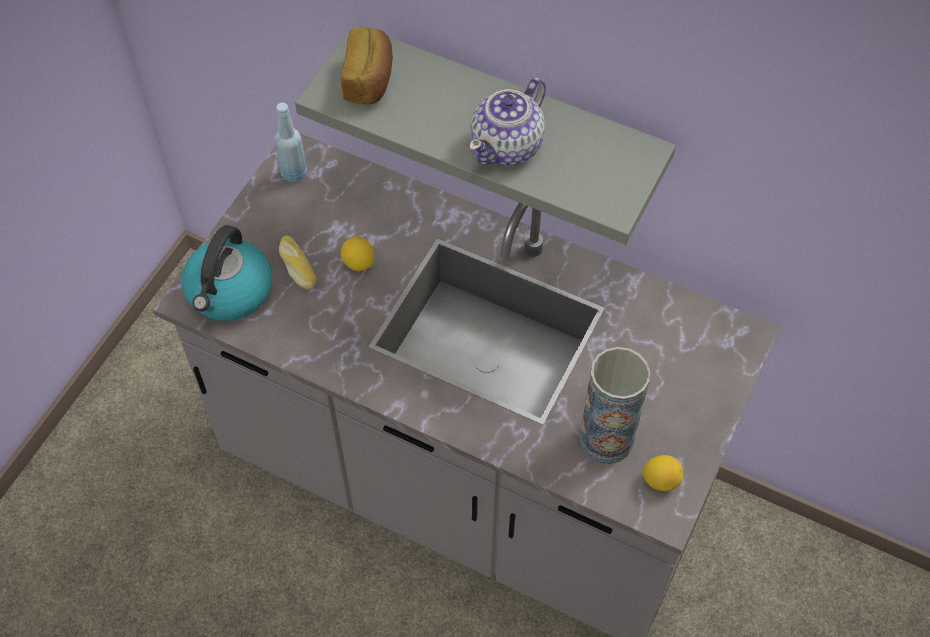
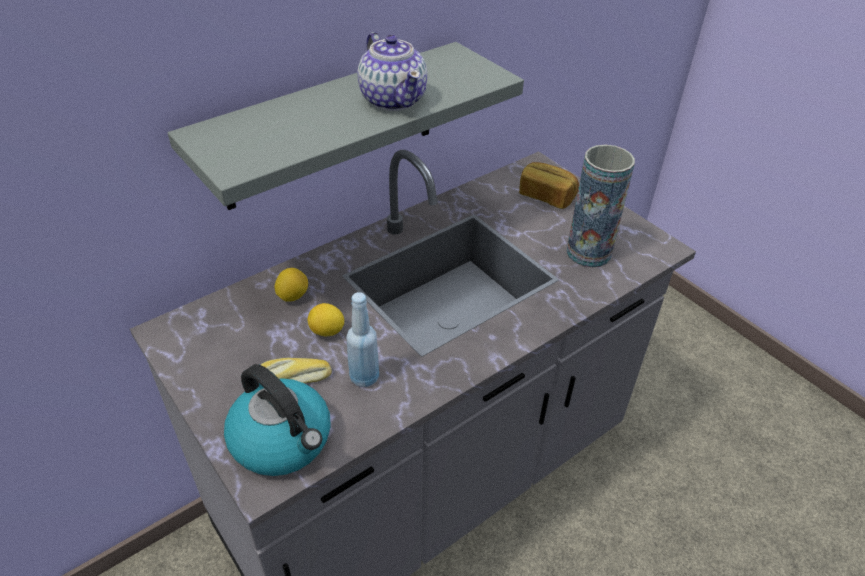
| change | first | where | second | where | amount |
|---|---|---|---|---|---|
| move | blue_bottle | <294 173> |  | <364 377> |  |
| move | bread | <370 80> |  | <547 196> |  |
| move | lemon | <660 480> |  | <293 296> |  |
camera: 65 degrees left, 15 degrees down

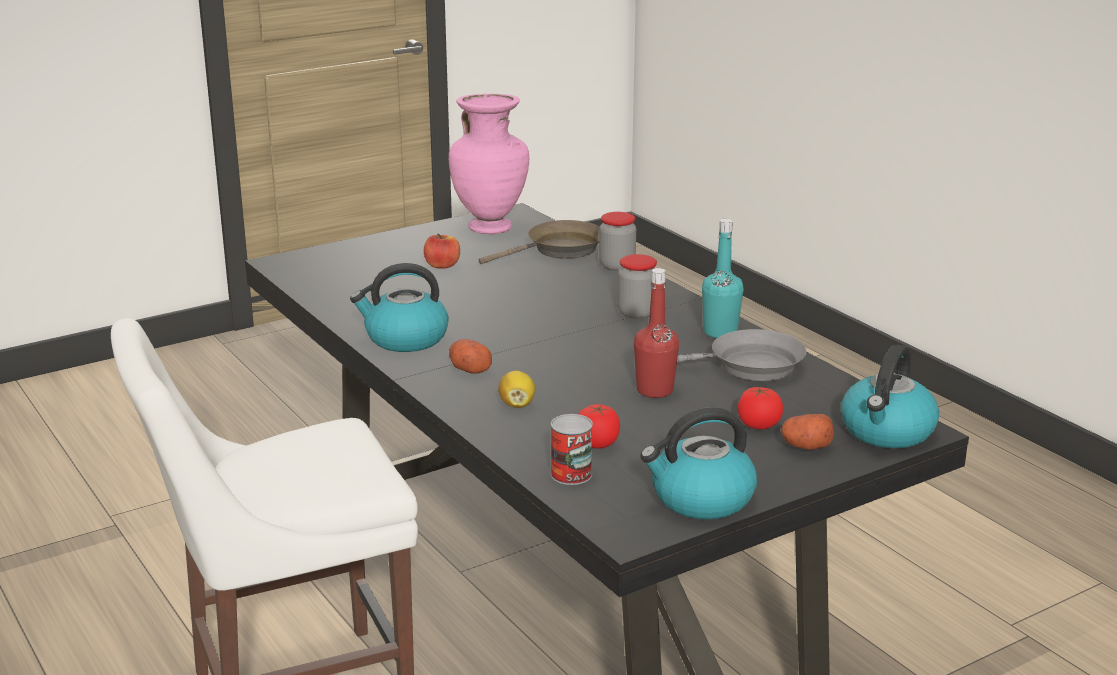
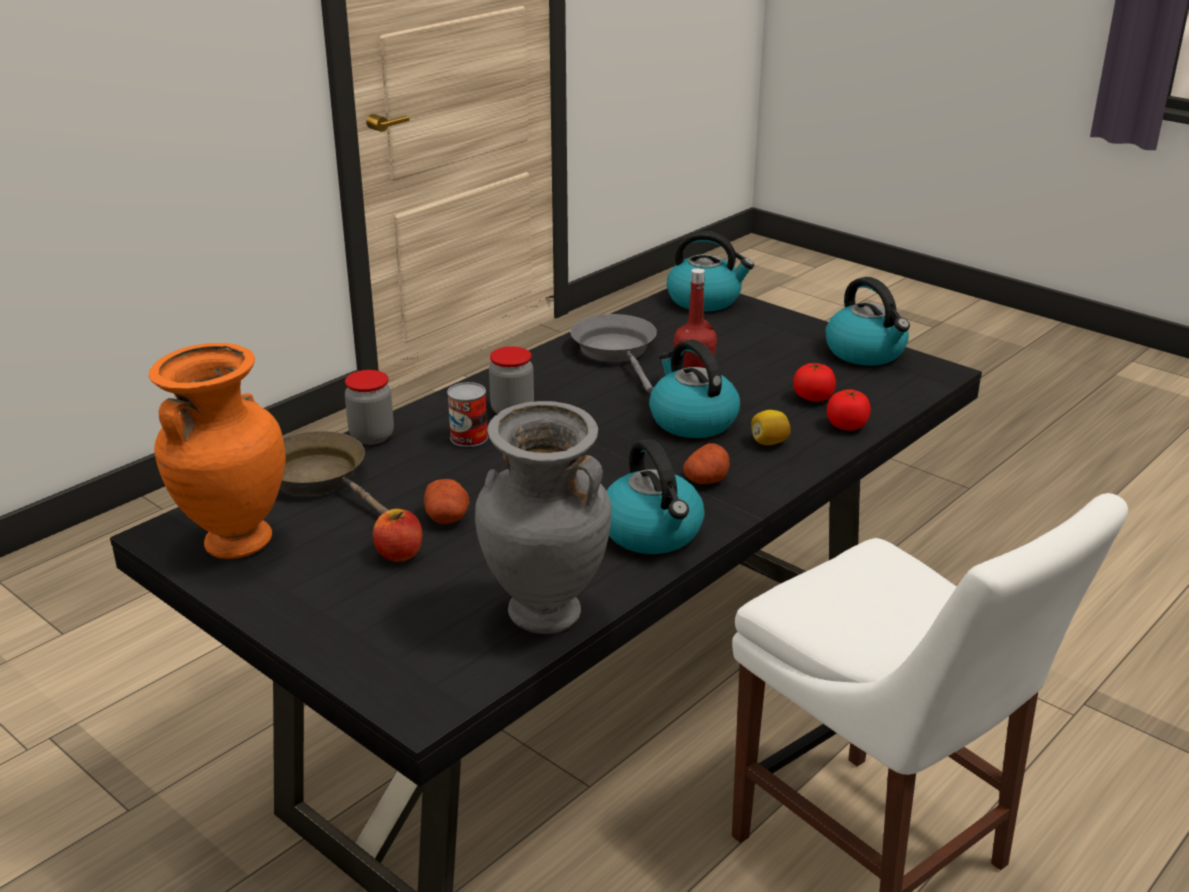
| change | first | where | second | where | amount |
|---|---|---|---|---|---|
| delete | turquoise_bottle | <720 332> |  |  |  |
| insert |  |  | grey_vase | <544 616> |  |
| insert |  |  | kettle | <692 420> |  |
| move | can | <571 474> |  | <469 437> |  |
| move | tomato | <759 424> |  | <847 426> |  |
| move | potato | <806 446> |  | <447 517> |  |
| recolor | pink_vase | <491 228> | orange_vase | <235 542> |  |
camera: 105 degrees left, 5 degrees up

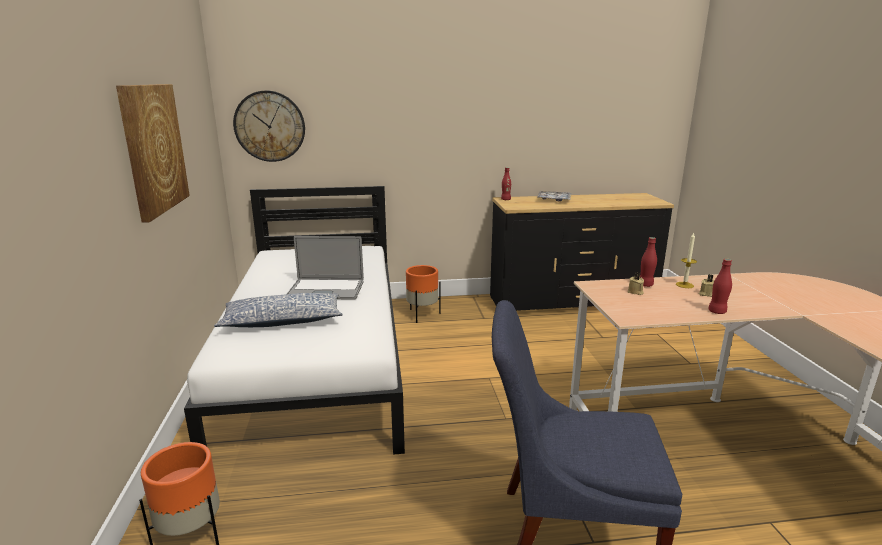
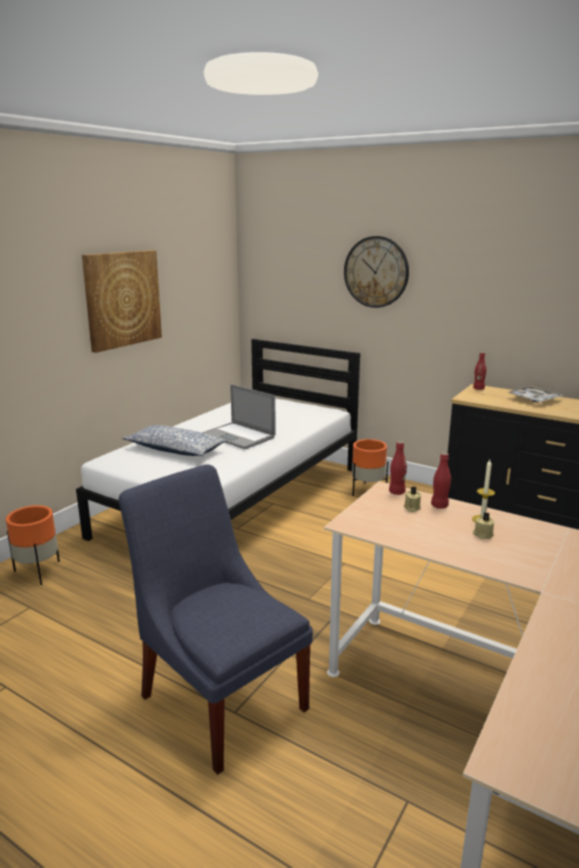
| change | first | where | second | where | amount |
|---|---|---|---|---|---|
| move | wall_clock | <270 126> |  | <376 272> |  |
| move | red_bottle | <717 312> |  | <397 492> |  |
camera: 40 degrees right, 0 degrees up

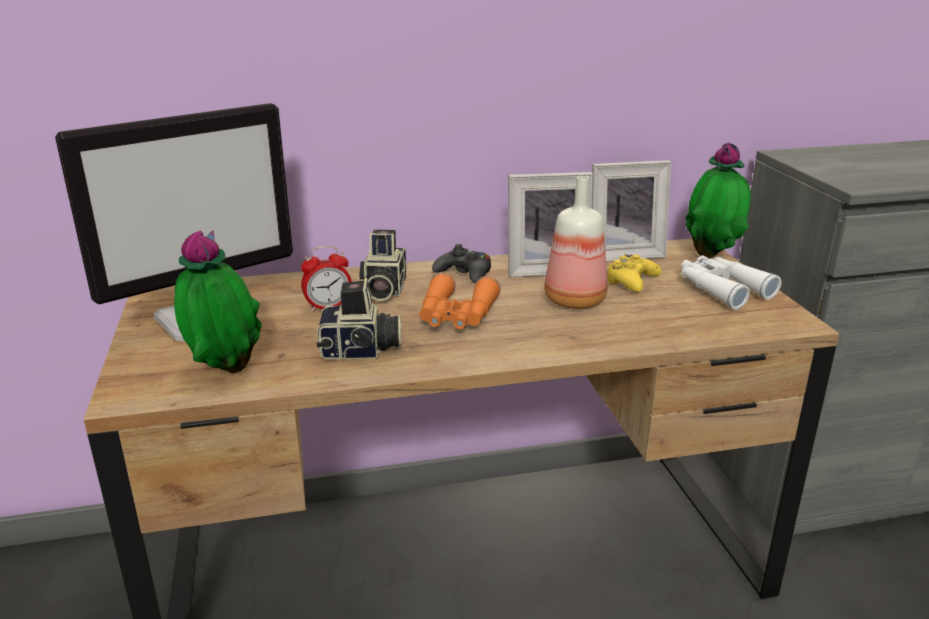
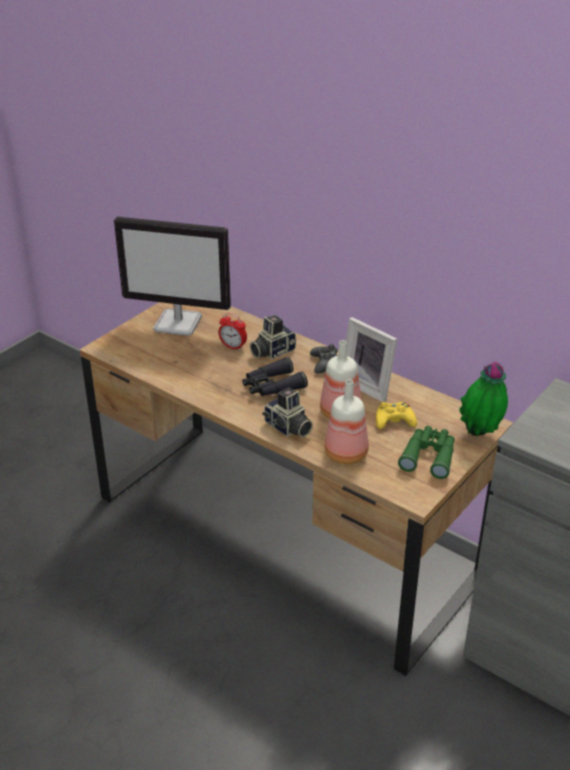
| change | first | where | second | where | amount |
|---|---|---|---|---|---|
| delete | potted_plant | <224 373> |  |  |  |
| delete | picture_frame | <623 254> |  |  |  |
| insert |  |  | bottle | <345 453> |  |
| move | photo_camera | <361 351> |  | <288 428> |  |
| recolor | orange_binoculars | <456 316> | black_binoculars | <272 386> |  |
| recolor | white_binoculars | <721 289> | green_binoculars | <429 456> |  |
camera: 50 degrees right, 10 degrees up

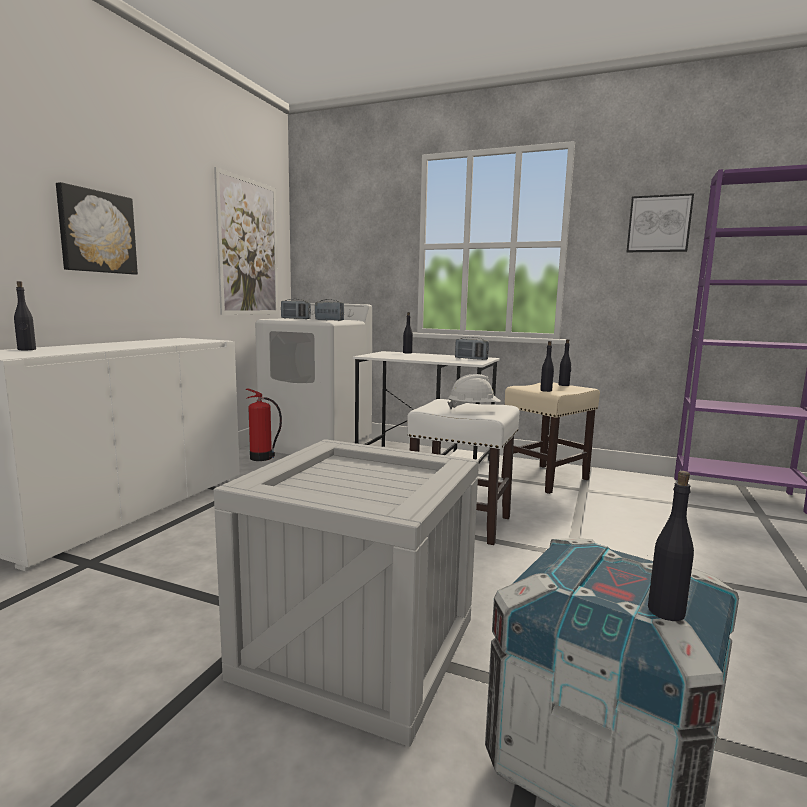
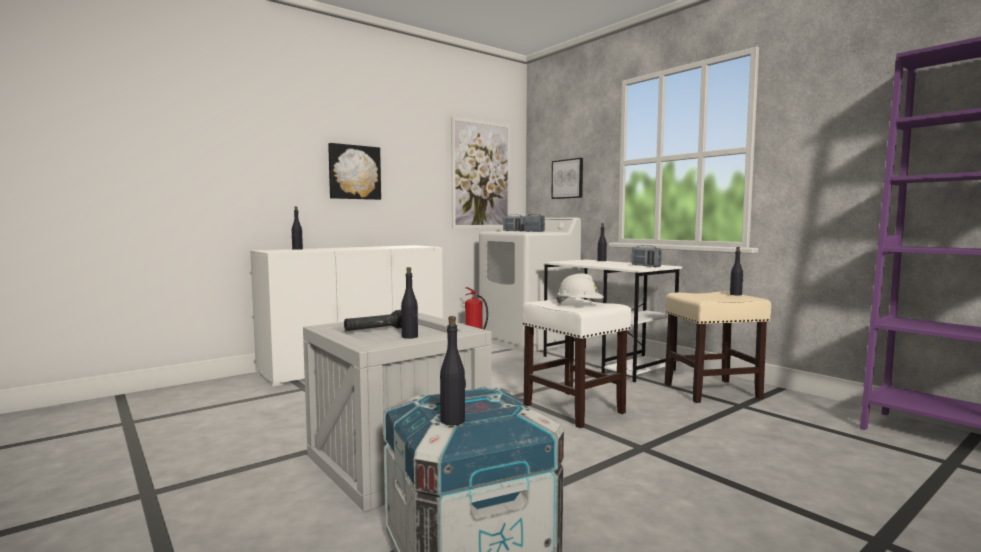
| change | first | where | second | where | amount |
|---|---|---|---|---|---|
| insert |  |  | black_flashlight | <376 330> |  |
| move | black_bottle | <546 390> |  | <410 337> |  |
| move | picture | <658 224> |  | <568 179> |  |
camera: 30 degrees right, 5 degrees down

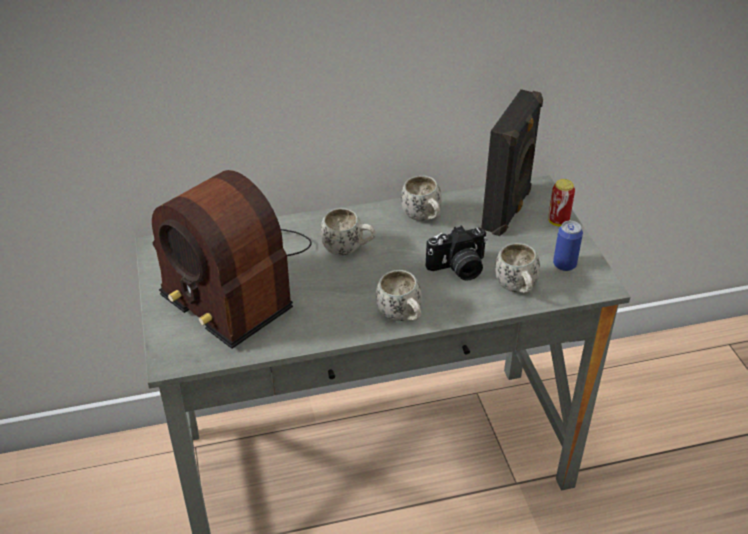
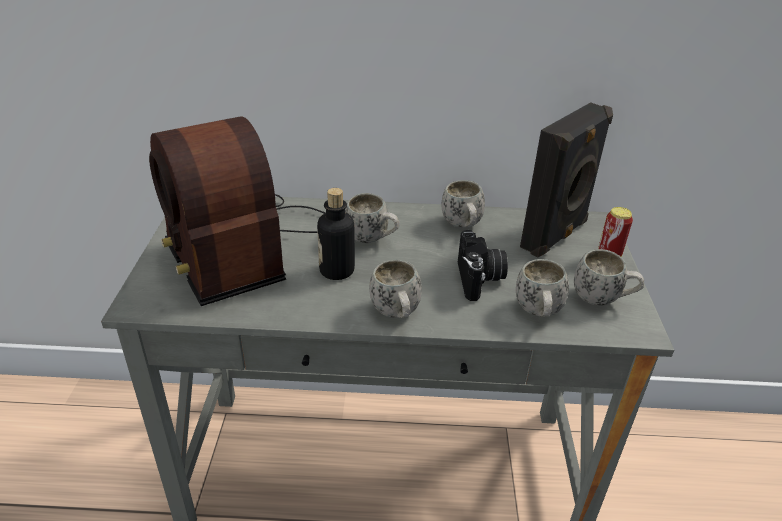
| change | first | where | second | where | amount |
|---|---|---|---|---|---|
| insert |  |  | bottle | <337 270> |  |
| replace | can | <564 265> | white_mug | <602 299> |  |
| rotate | photo_camera | <458 268> |  | <480 279> | 90 degrees counterclockwise |
camera: 15 degrees right, 5 degrees down

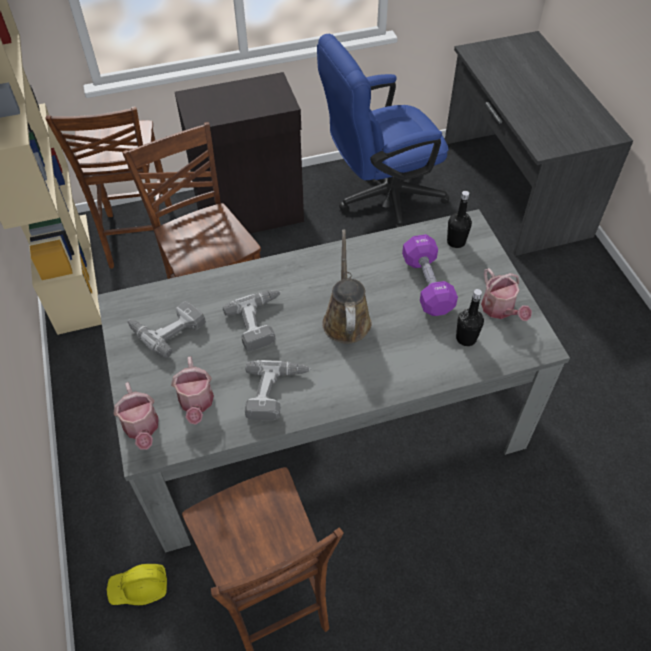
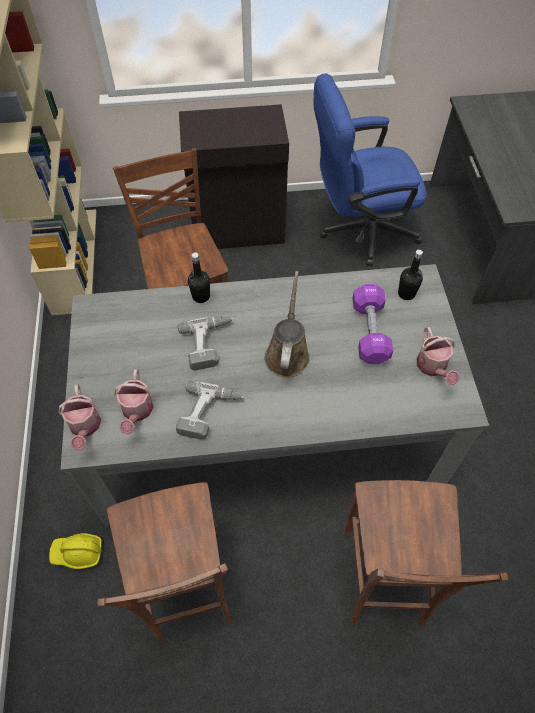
| change | first | where | second | where | amount |
|---|---|---|---|---|---|
| delete | power_drill | <167 328> |  |  |  |
| move | brown_chair | <139 239> |  | <383 578> |  |
| move | black_bottle | <466 338> |  | <201 296> |  |
camera: 10 degrees right, 5 degrees up

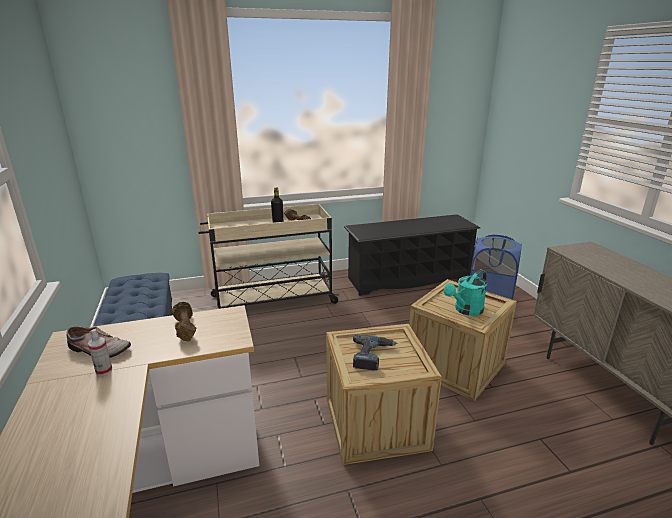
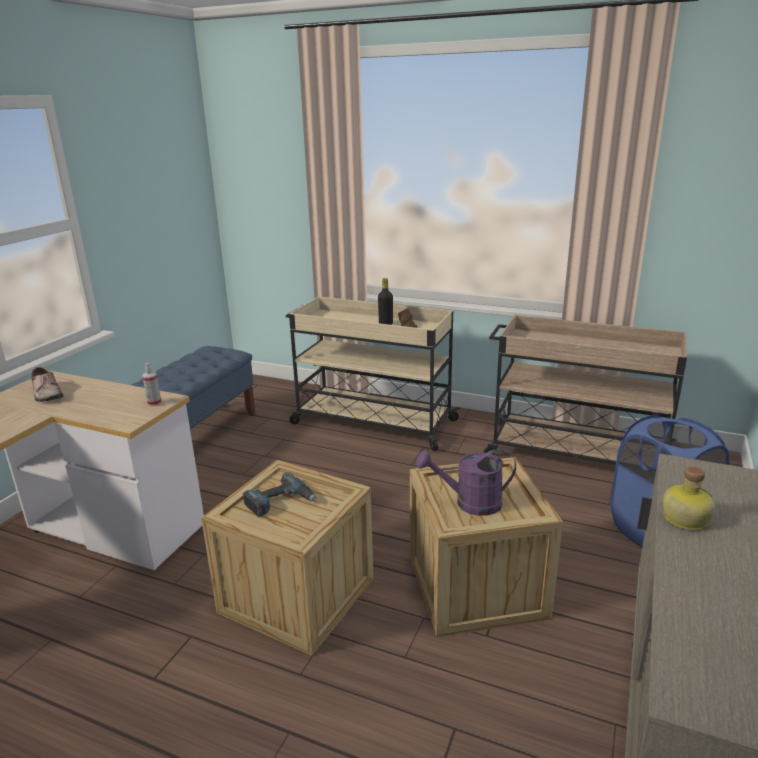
| change | first | where | second | where | amount |
|---|---|---|---|---|---|
| delete | brown_dumbbell | <184 328> |  |  |  |
| insert |  |  | bottle | <683 518> |  |
| move | spray_bottle | <104 370> |  | <154 403> |  |
| replace | black_shoe_rack | <408 279> | beige_cart | <575 454> |  |
| recolor | turquoise_watering_can | <465 310> | purple_watering_can | <469 503> |  |
camera: 40 degrees right, 0 degrees up

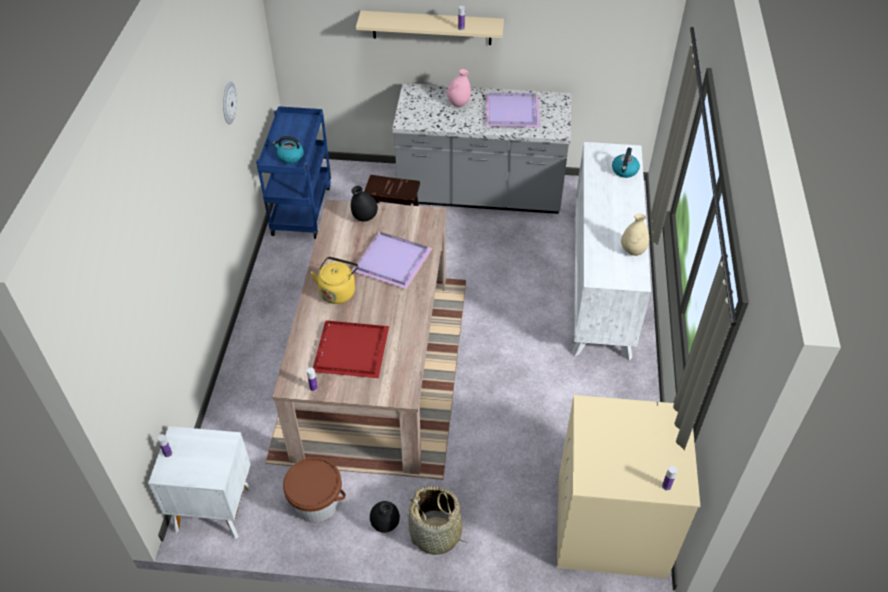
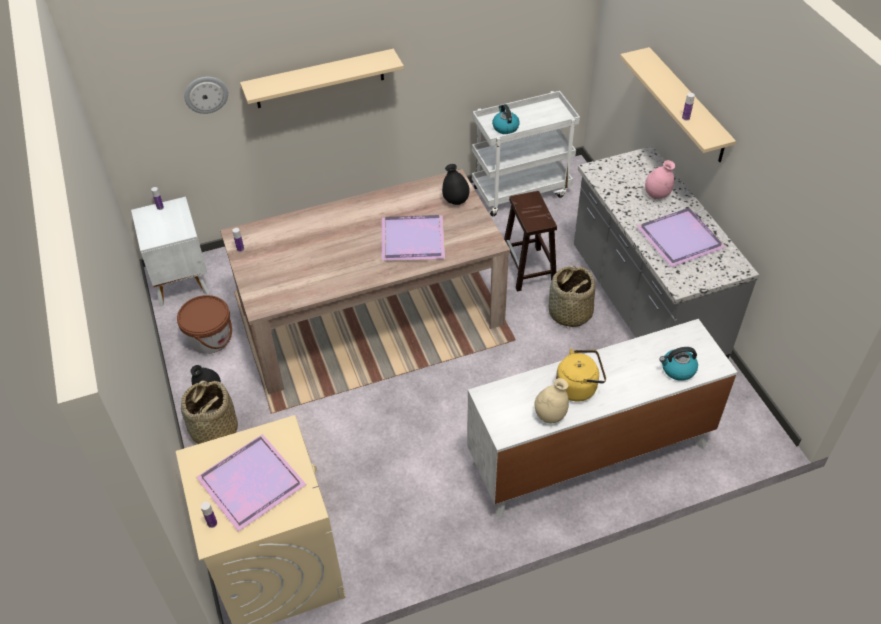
| change | first | where | second | where | amount |
|---|---|---|---|---|---|
| delete | red_tray | <350 349> |  |  |  |
| insert |  |  | purple_tray | <249 483> |  |
| insert |  |  | beige_shelf | <320 79> |  |
| insert |  |  | basket | <569 313> |  |
| move | wall_clock | <228 102> |  | <206 94> |  |
| move | yellow_kettle | <338 291> |  | <578 387> |  |
| recolor | blue_cart | <301 209> | white_cart | <521 191> |  |
camera: 65 degrees right, 0 degrees up

